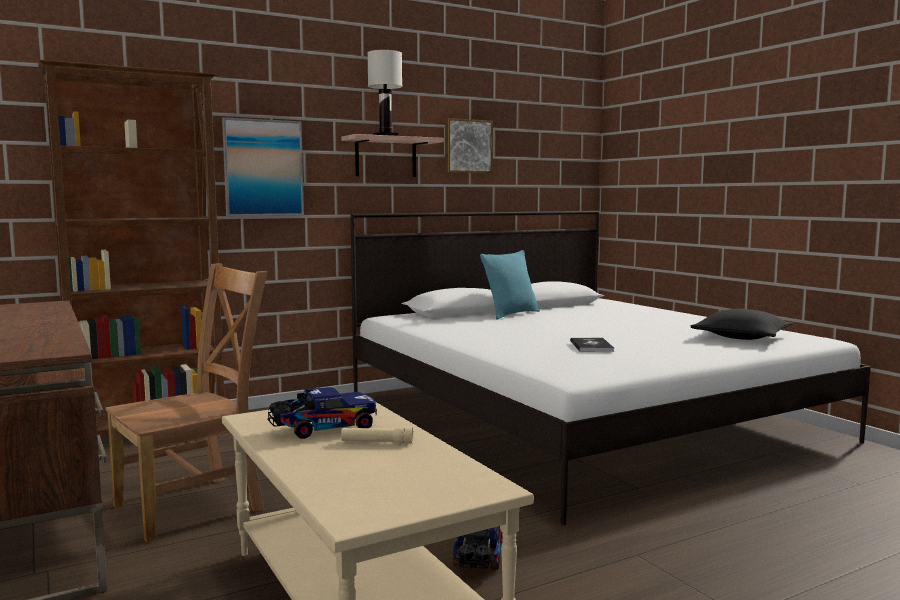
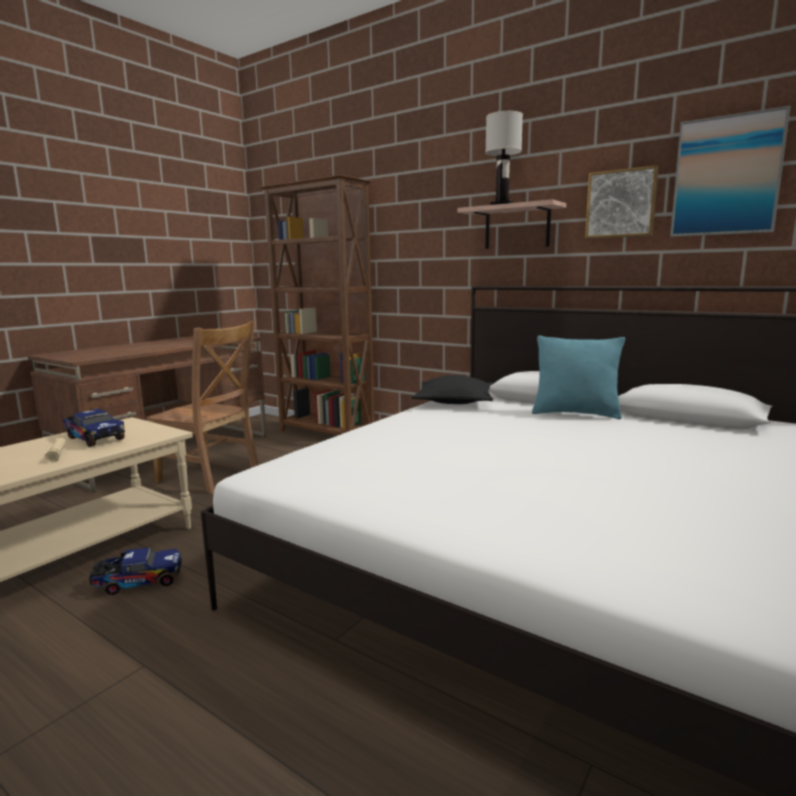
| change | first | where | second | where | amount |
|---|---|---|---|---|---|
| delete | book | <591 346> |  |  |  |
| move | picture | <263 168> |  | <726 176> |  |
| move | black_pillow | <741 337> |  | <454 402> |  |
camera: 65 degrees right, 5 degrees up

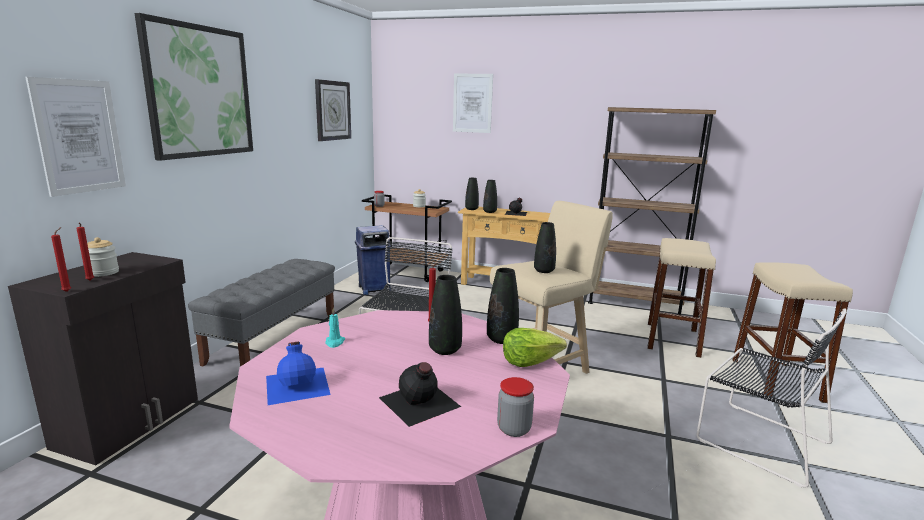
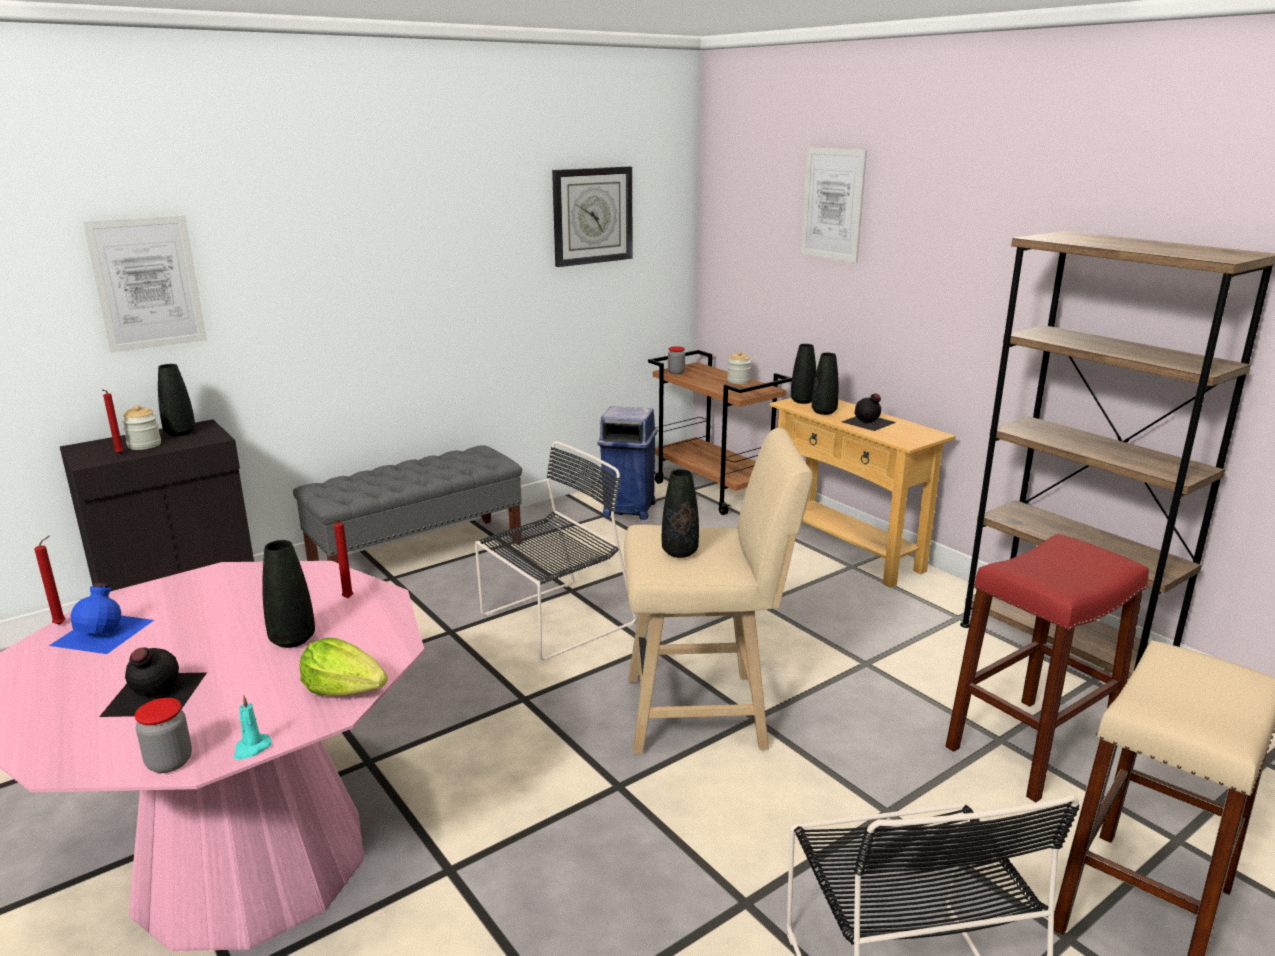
| change | first | where | second | where | amount |
|---|---|---|---|---|---|
| delete | picture | <199 92> |  |  |  |
| move | red_candle | <68 291> |  | <62 624> |  |
| move | turquoise_candle | <334 342> |  | <251 748> |  |
| move | black_vase | <501 339> |  | <180 433> |  |
| recolor | beige_stool | <672 339> | red_stool | <1030 747> |  |
camera: 35 degrees right, 5 degrees up

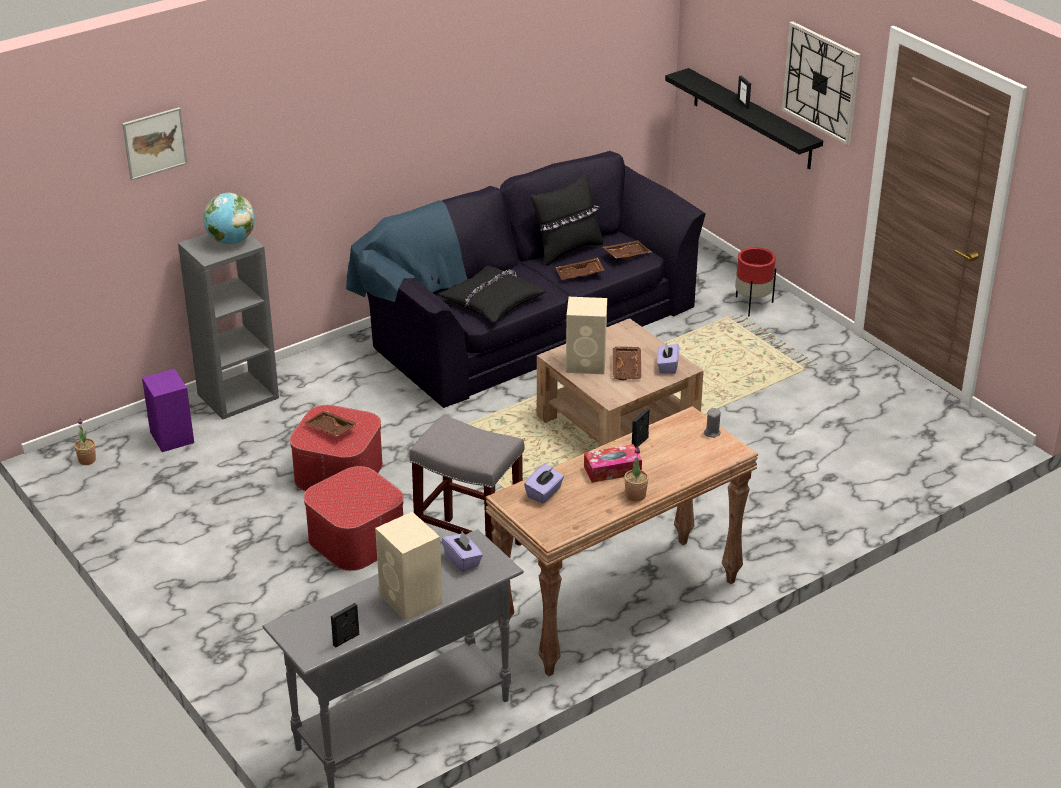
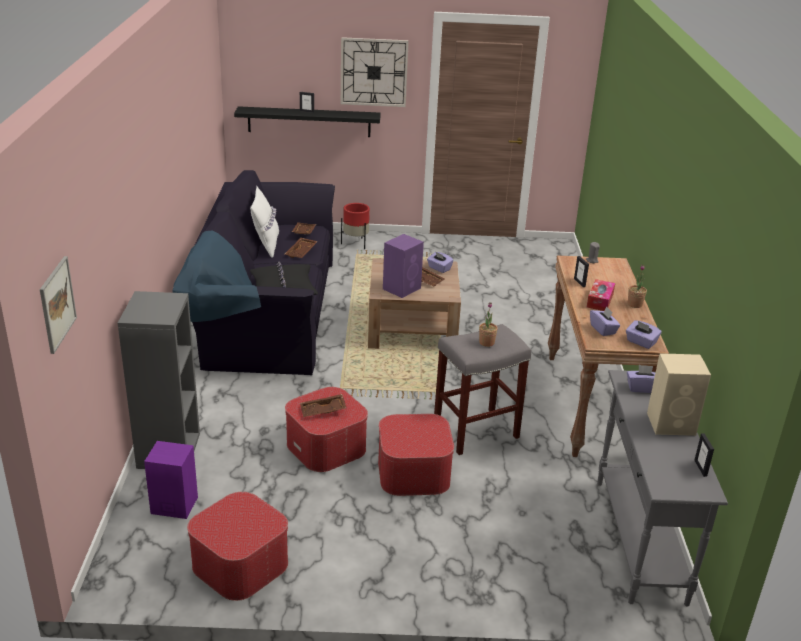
| change | first | where | second | where | amount |
|---|---|---|---|---|---|
| delete | globe | <231 241> |  |  |  |
| insert |  |  | ottoman | <240 564> |  |
| insert |  |  | purple_tissue_box | <641 342> |  |
| move | potted_plant | <87 460> |  | <486 343> |  |
| move | picture | <154 143> |  | <57 304> |  |
| recolor | black_pillow | <567 250> | white_pillow | <265 245> |  |
| recolor | beige_speaker | <587 364> | purple_speaker | <402 288> |  |
camera: 55 degrees left, 5 degrees down

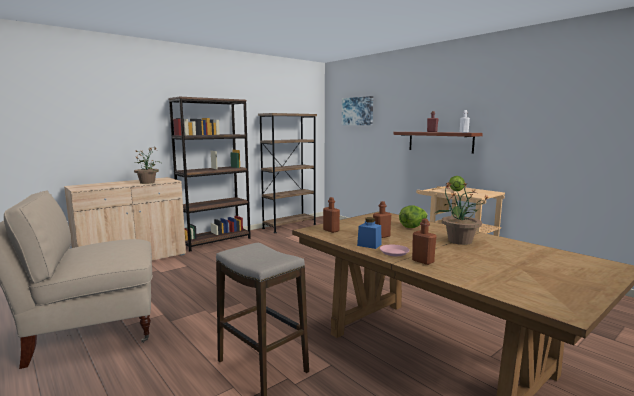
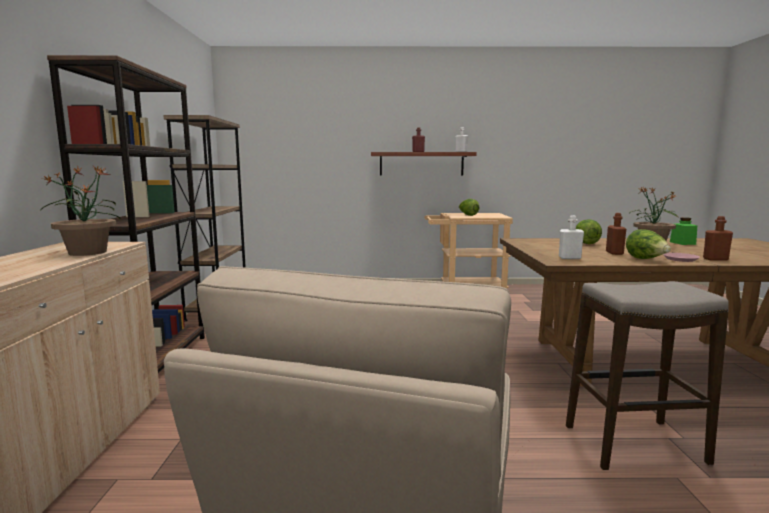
| change | first | where | second | where | amount |
|---|---|---|---|---|---|
| delete | picture | <357 111> |  |  |  |
| insert |  |  | green_jar | <682 243> |  |
| replace | blue_jar | <369 245> | lettuce | <646 259> |  |
| recolor | brown_bottle | <331 230> | white_bottle | <569 258> |  |
camera: 50 degrees left, 0 degrees up

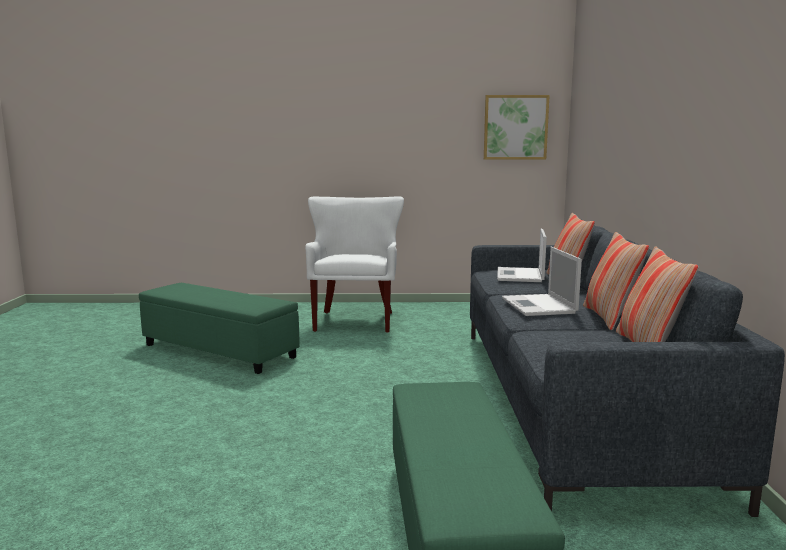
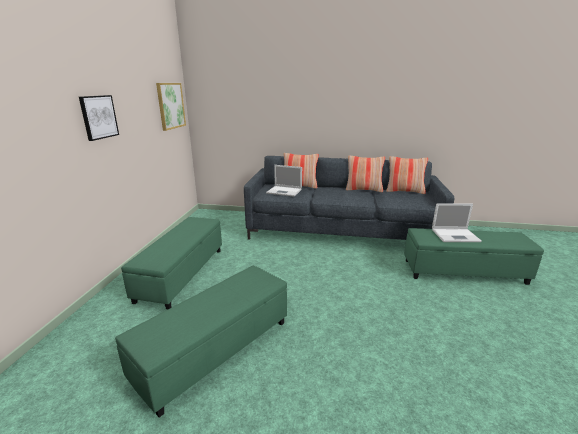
| change | first | where | second | where | amount |
|---|---|---|---|---|---|
| insert |  |  | picture | <98 117> |  |
| move | laptop | <539 306> |  | <456 235> |  |
| replace | white_armchair | <355 321> | green_ottoman | <181 273> |  |
camera: 80 degrees left, 10 degrees up

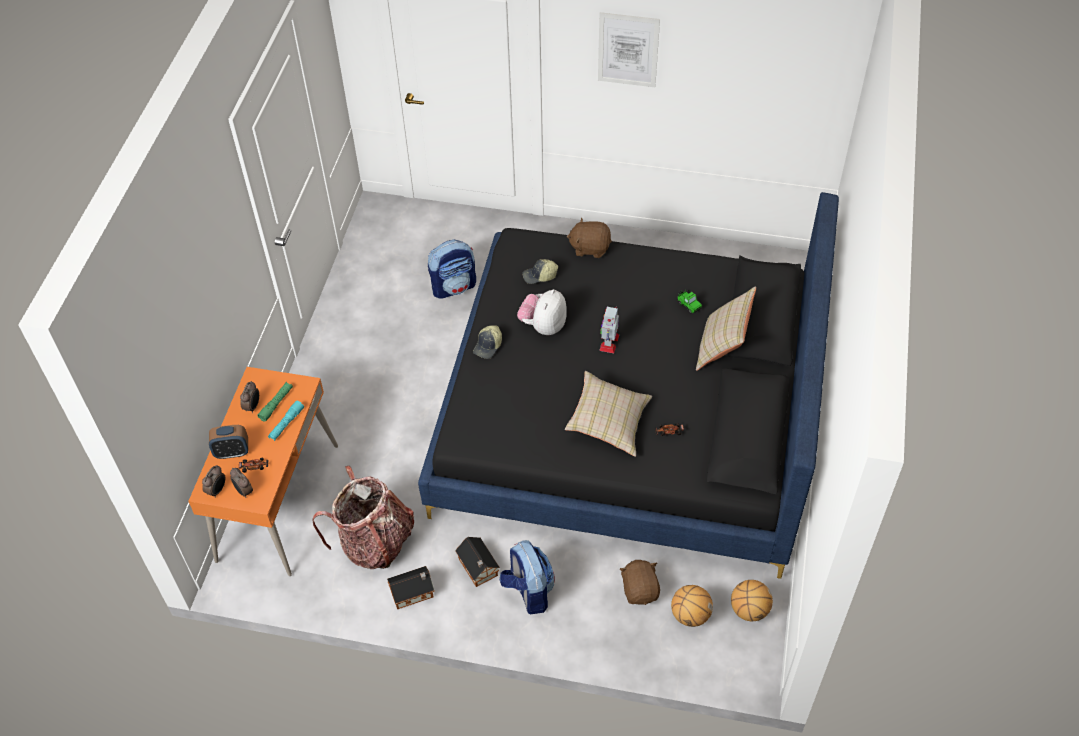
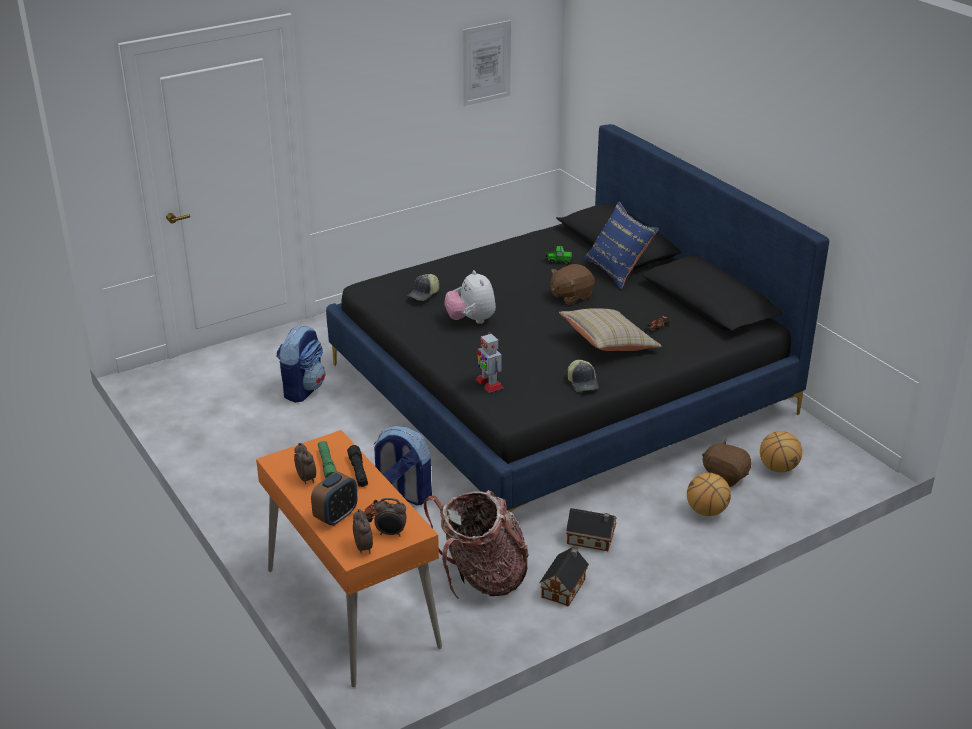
| change | first | where | second | where | amount |
|---|---|---|---|---|---|
| move | cap | <488 346> |  | <583 383> |  |
| move | backpack | <528 591> |  | <402 494> |  |
| move | brown_plush_toy | <590 247> |  | <571 296> |  |
| move | picture | <628 50> |  | <486 63> |  |
| move | toy_robot | <609 342> |  | <489 383> |  |
| move | basketball | <749 610> |  | <706 511> |  |
| recolor | turquoise_flashlight | <286 424> | black_flashlight | <358 471> |  |
| recolor | beige_pillow | <722 347> | blue_pillow | <617 270> |  |
camera: 45 degrees left, 20 degrees down

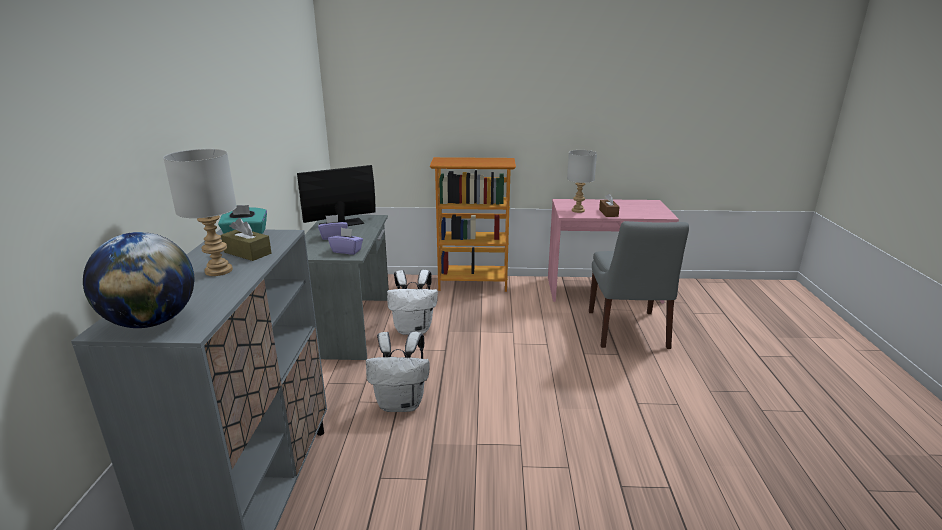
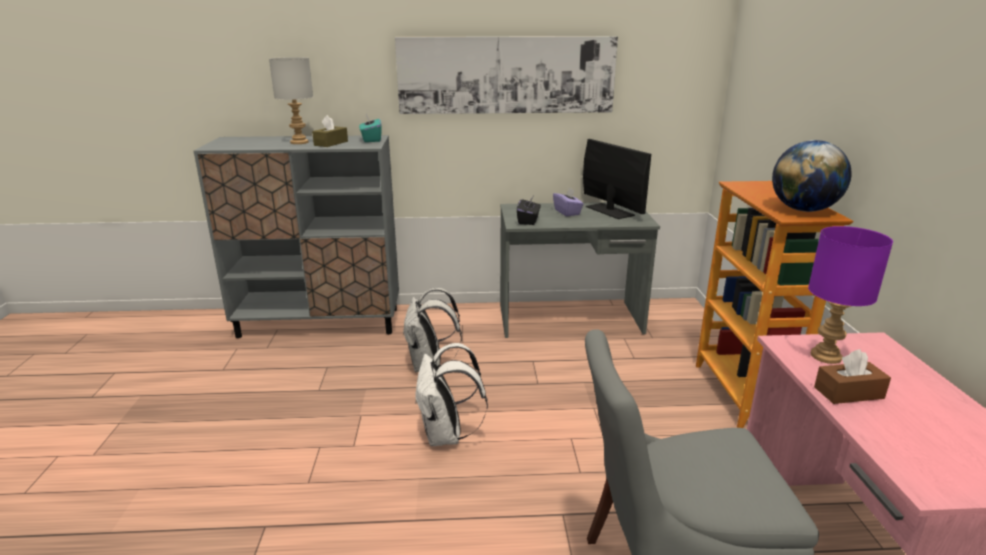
| change | first | where | second | where | amount |
|---|---|---|---|---|---|
| insert |  |  | picture | <506 75> |  |
| move | globe | <152 322> |  | <803 210> |  |
| move | white_backpack | <414 329> |  | <446 435> |  |
| recolor | purple_tissue_box | <347 251> | black_tissue_box | <528 221> |  |
| recolor | grey_table_lamp | <578 210> | purple_table_lamp | <827 357> |  |
camera: 85 degrees right, 0 degrees up

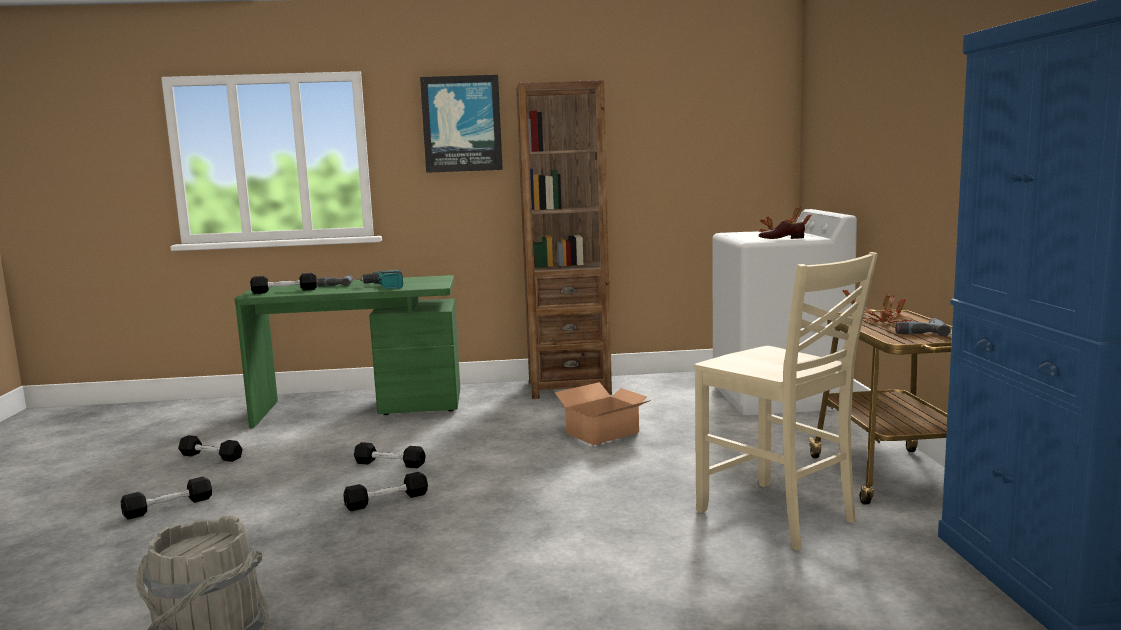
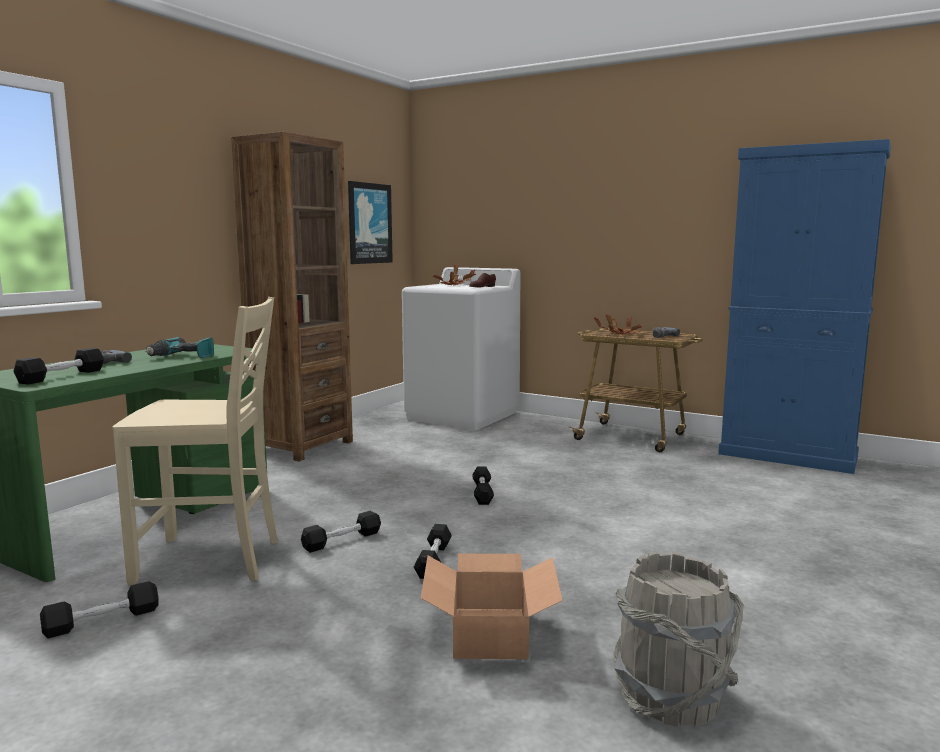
| change | first | where | second | where | amount |
|---|---|---|---|---|---|
| move | black_dumbbell | <168 507> |  | <482 493> |  |
| move | picture | <462 124> |  | <369 223> |  |
| move | cardboard_box | <601 433> |  | <488 633> |  |
| move | beige_chair | <778 517> |  | <211 561> |  |
camera: 55 degrees left, 0 degrees up

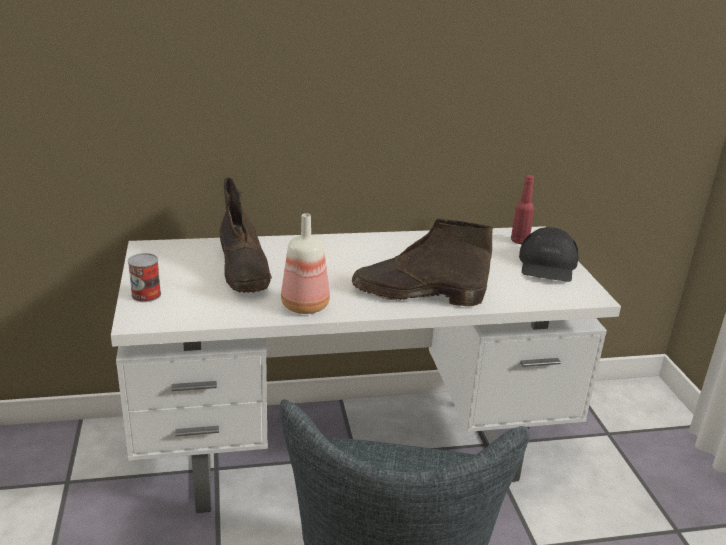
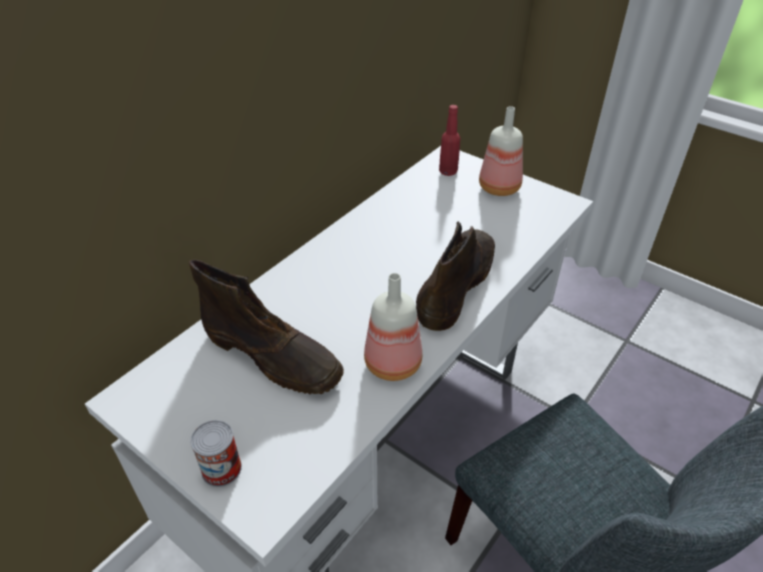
| change | first | where | second | where | amount |
|---|---|---|---|---|---|
| replace | black_cap | <547 265> | bottle | <499 187> |  |
| rotate | brown_boot | <416 294> |  | <457 283> | 150 degrees clockwise |
camera: 40 degrees left, 15 degrees up

